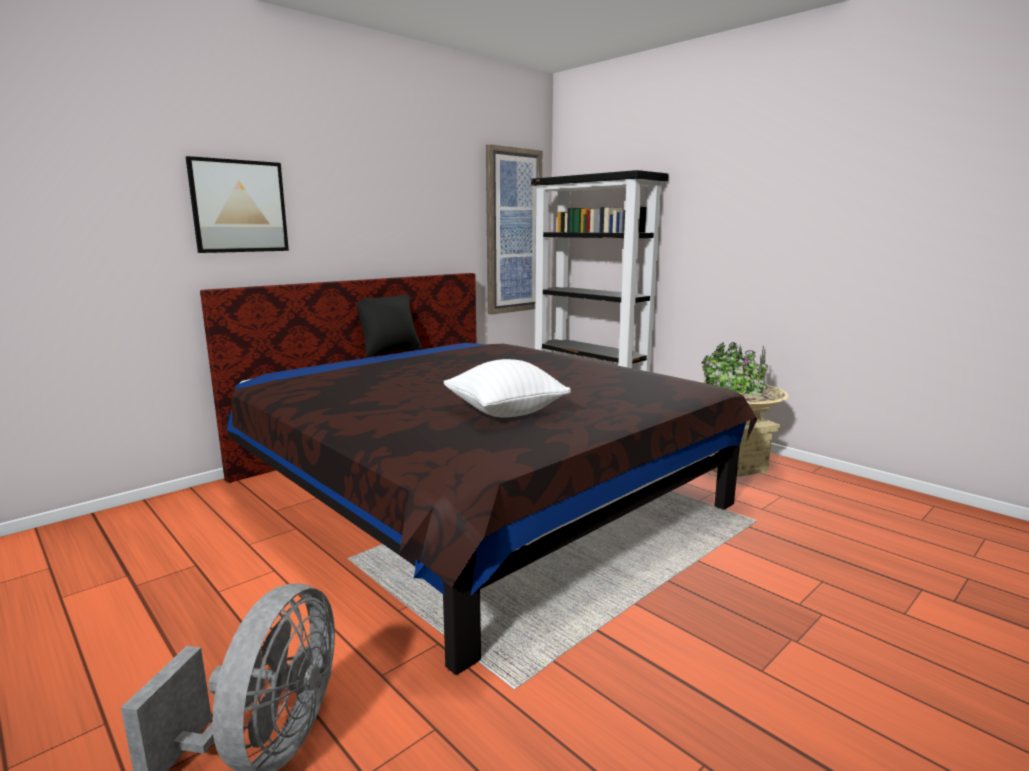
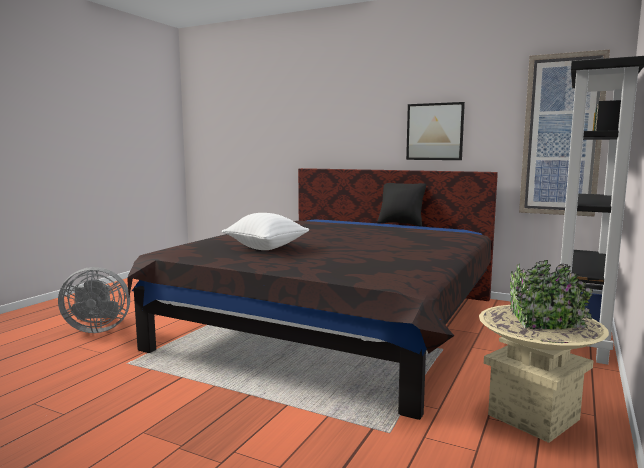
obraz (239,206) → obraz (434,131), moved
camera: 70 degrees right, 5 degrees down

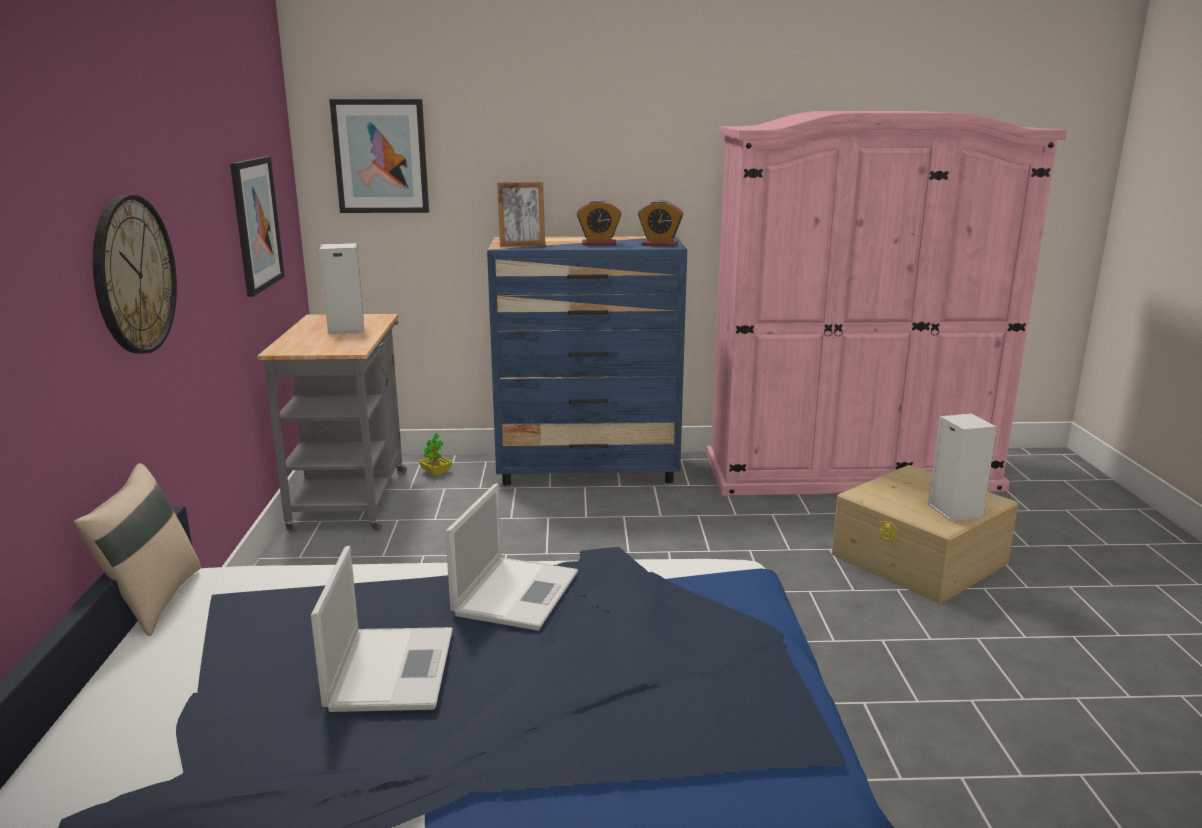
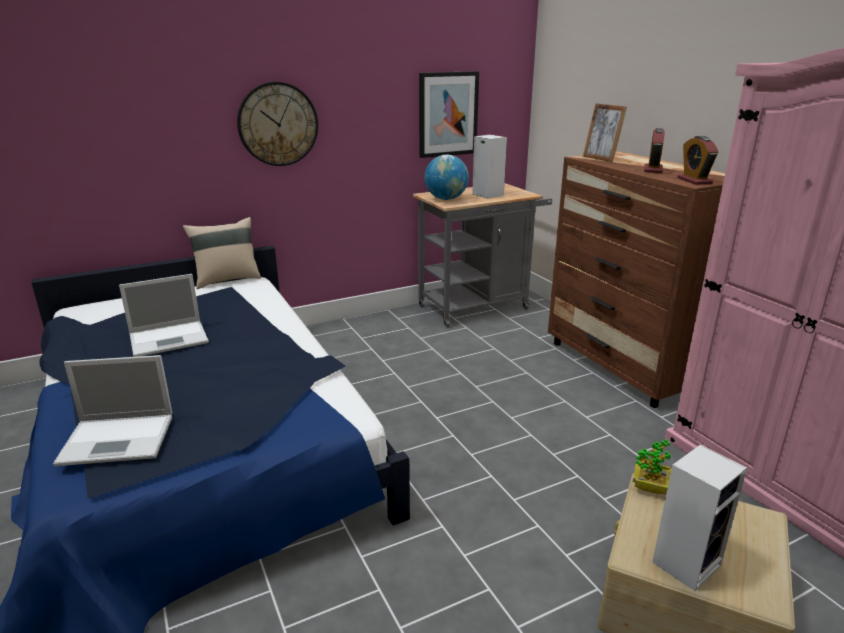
obraz (381,156) → -
budzik (599,244) → budzik (653,169), 45 degrees clockwise
komoda/niebieski (589,470) → komoda/brązowy (622,366)
roślina doniczkowa (436,472) → roślina doniczkowa (650,487), moved
laptop (517,592) → laptop (119,439), moved
- → globus (446,199)
camera: 65 degrees right, 5 degrees up

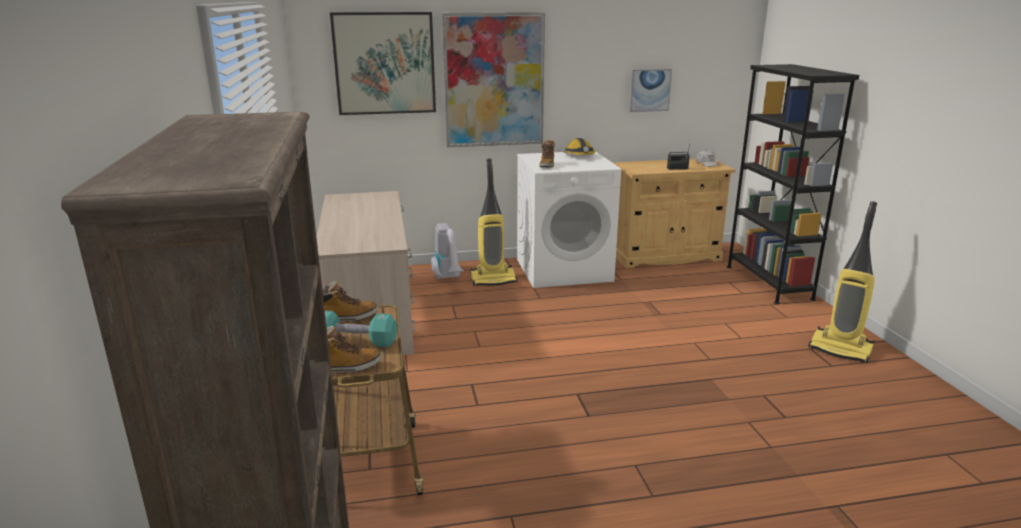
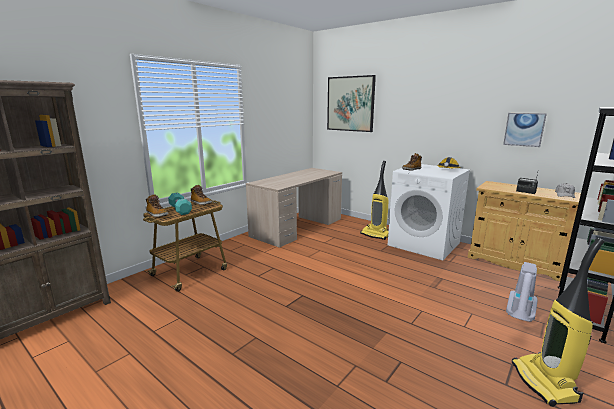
obraz (494,80) → -
odkurzacz (448,278) → odkurzacz (519,318), moved
camera: 50 degrees right, 5 degrees down

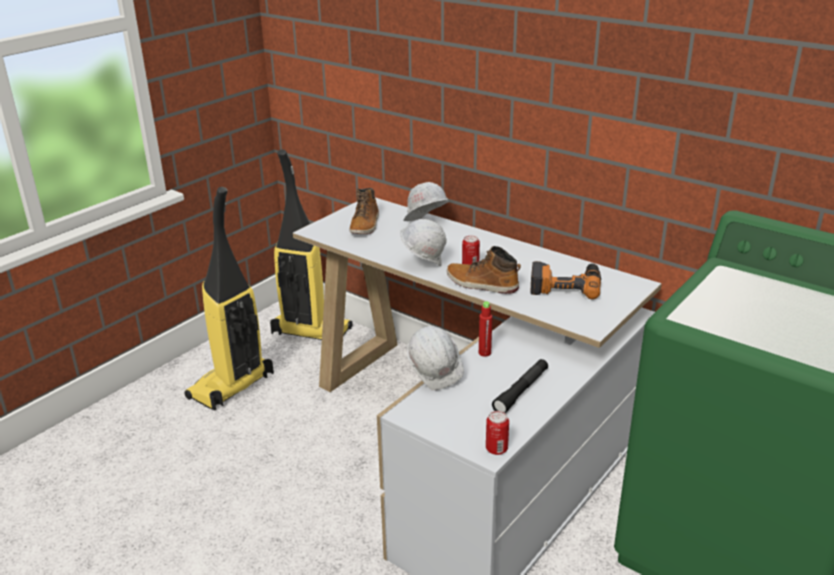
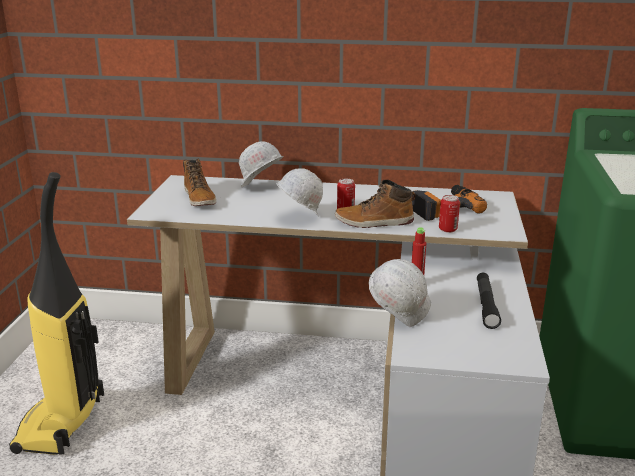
odkurzacz (310,332) → -
puszka (496,449) → puszka (448,229), moved
camera: 30 degrees left, 5 degrees down

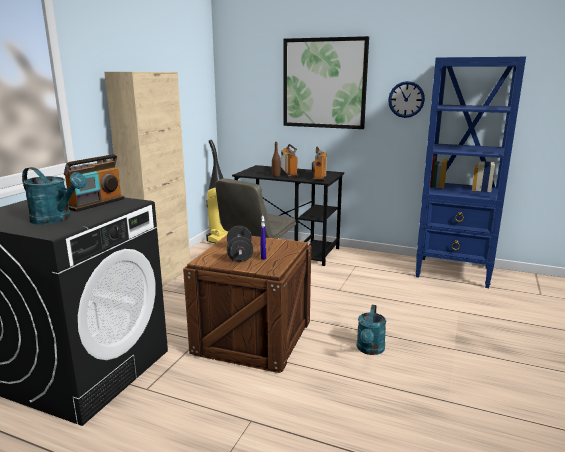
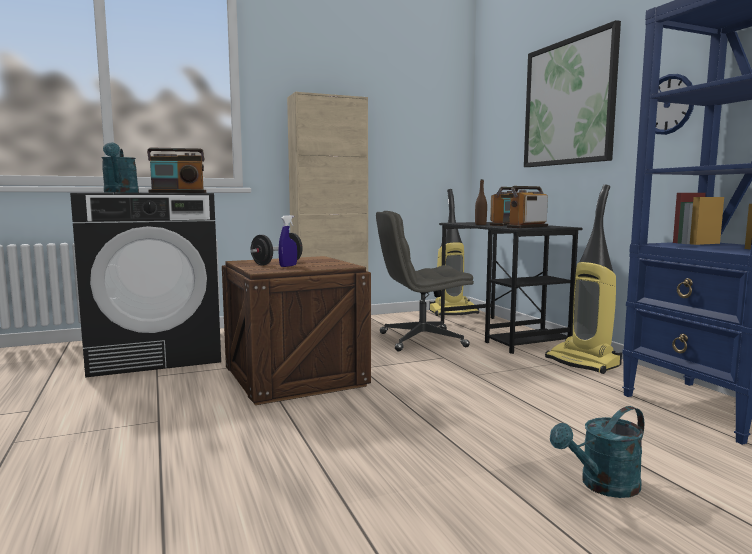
konewka/turkusowy (370,350) → konewka/turkusowy (602,486), moved
- → odkurzacz (584,362)
camera: 45 degrees right, 10 degrees down

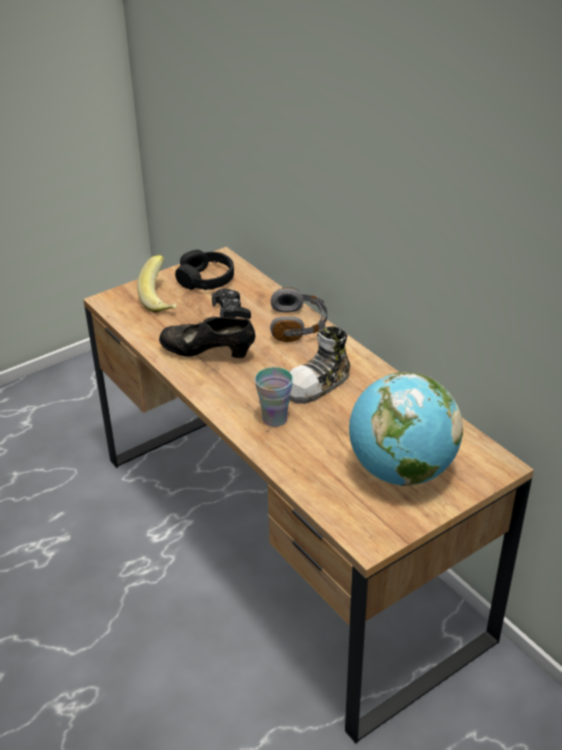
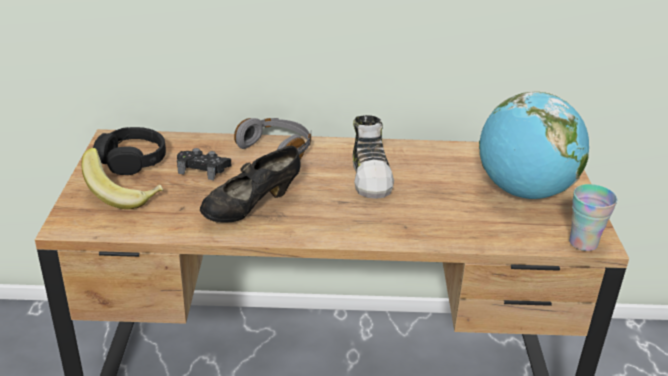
filiżanka (274,418) → filiżanka (583,243), moved
camera: 55 degrees left, 5 degrees down

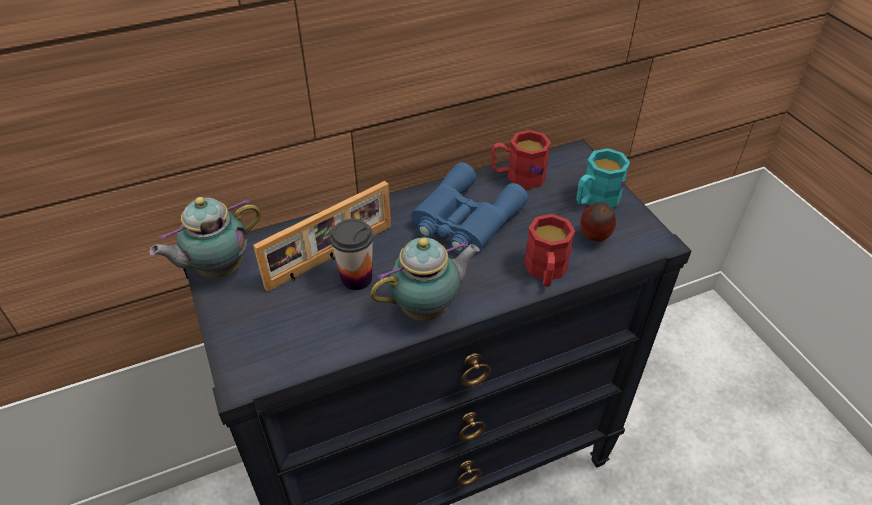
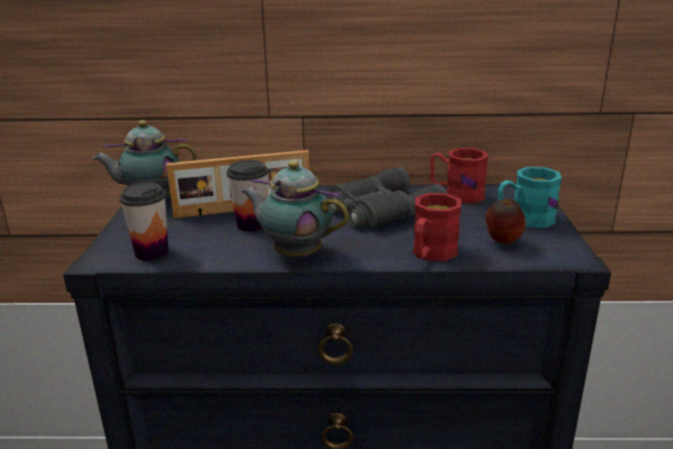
lornetka/niebieski (464,220) → lornetka/szary (380,210)
imbryk (428,308) → imbryk (295,254), 150 degrees counterclockwise
- → filiżanka (151,253)
camera: 25 degrees right, 20 degrees down

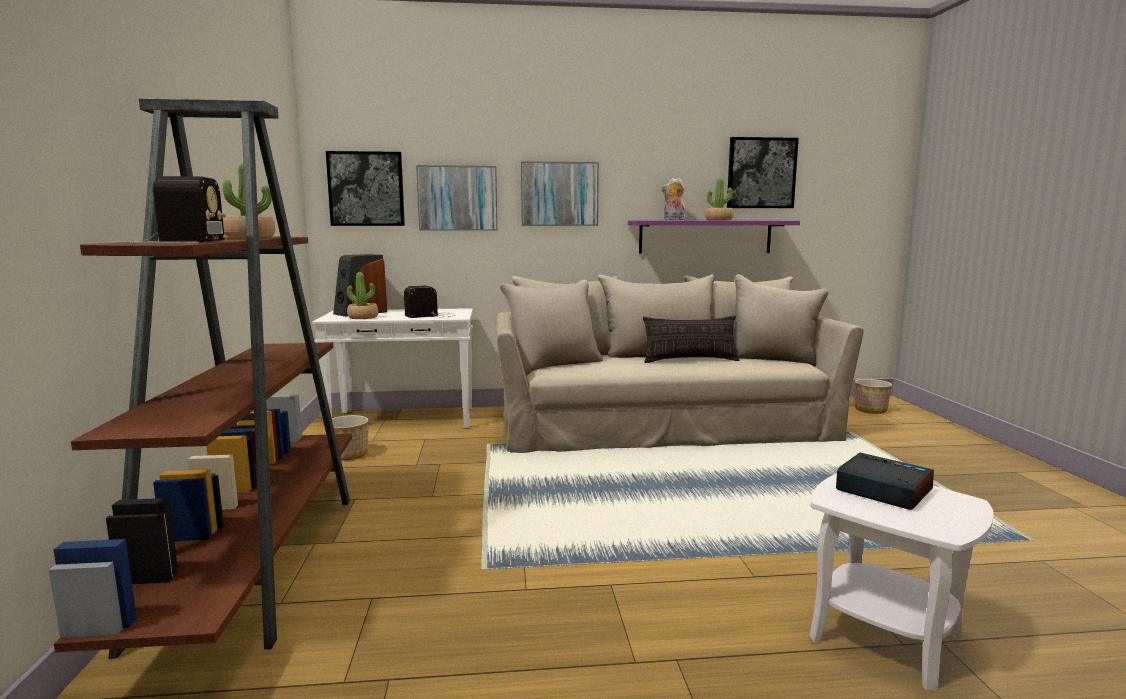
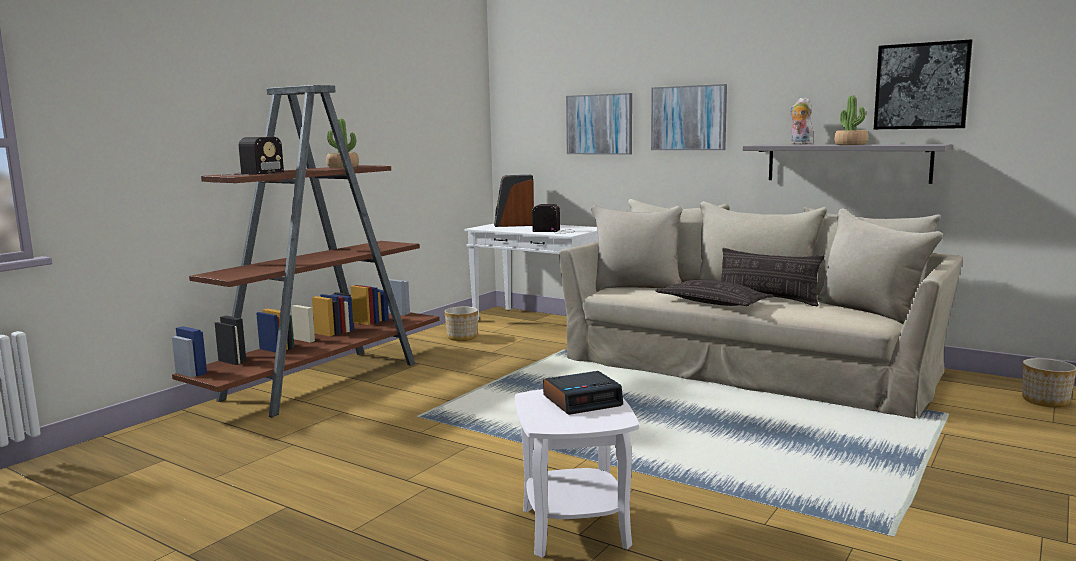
obraz (366,189) → -
półka/fioletowy (705,236) → półka/szary (847,163)
roślina doniczkowa (363,317) → -
budzik (882,490) → budzik (582,400), 75 degrees clockwise
- → poduszka (712,302)
camera: 40 degrees right, 0 degrees up

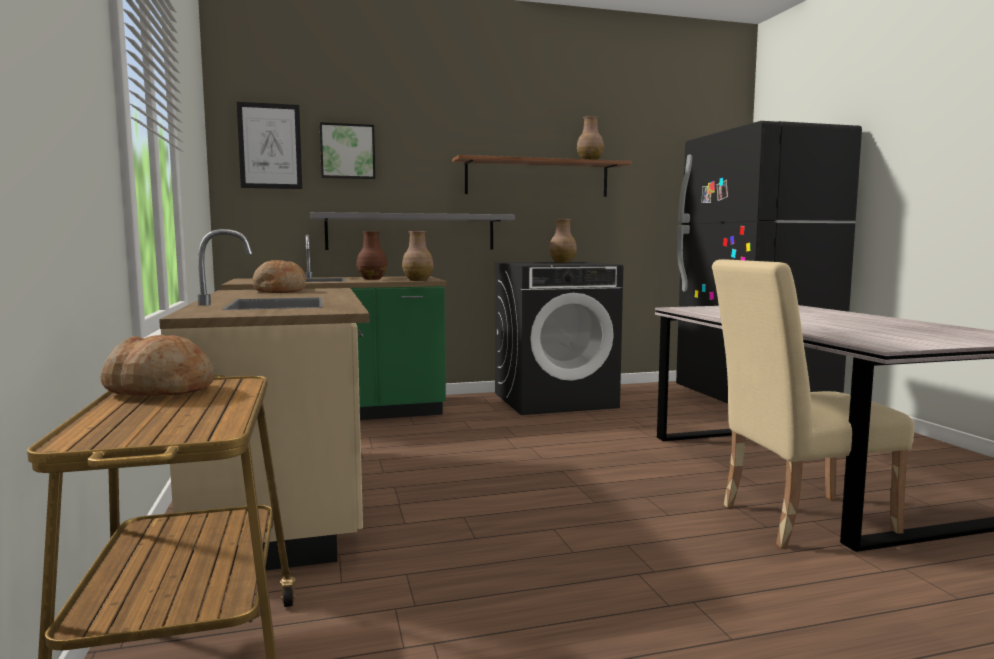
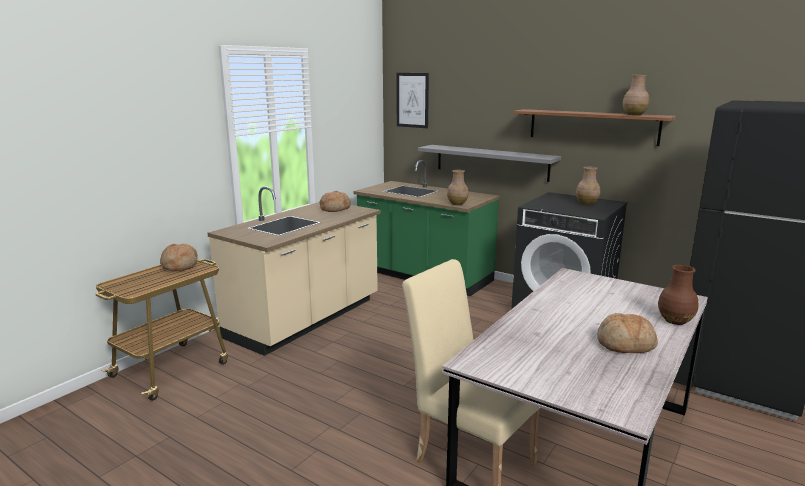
obraz (347,151) → -
wazon/brązowy (372,279) → wazon/brązowy (675,321), moved
- → chleb (625,344)
camera: 50 degrees right, 10 degrees up

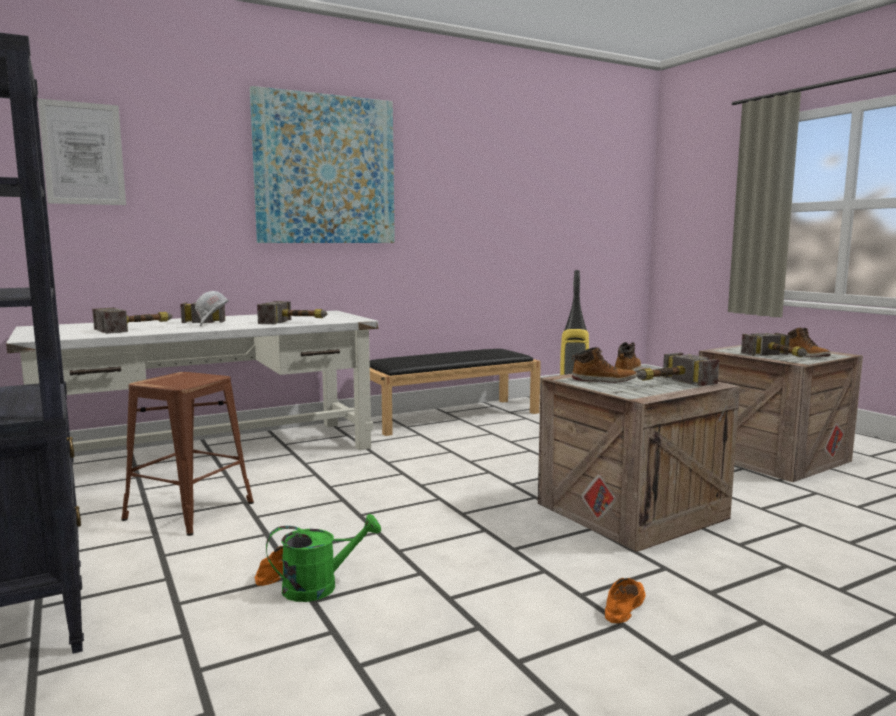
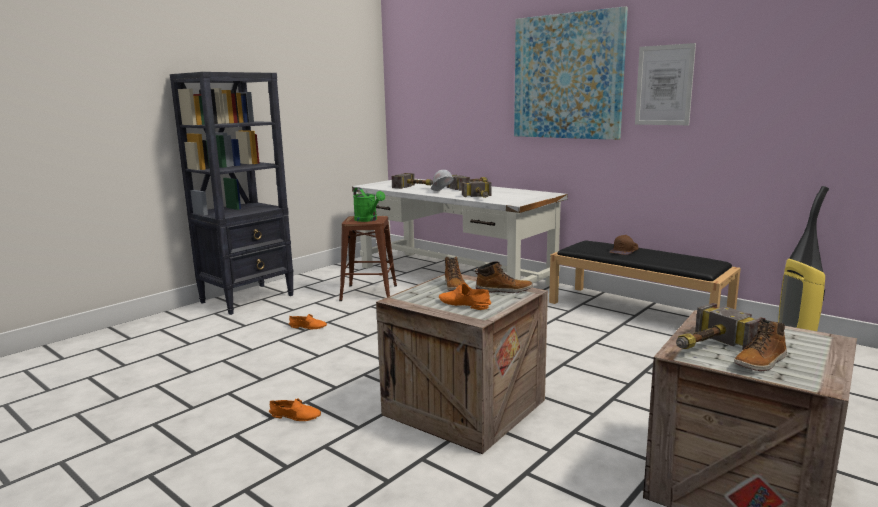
obraz (83,154) → obraz (664,85), moved
młotek (668,383) → but/pomarańczowy (463,304)
konewka/zielony (320,587) → konewka/zielony (368,220), moved
- → czapka z daszkiem/brązowy (624,251)
camera: 70 degrees right, 5 degrees up

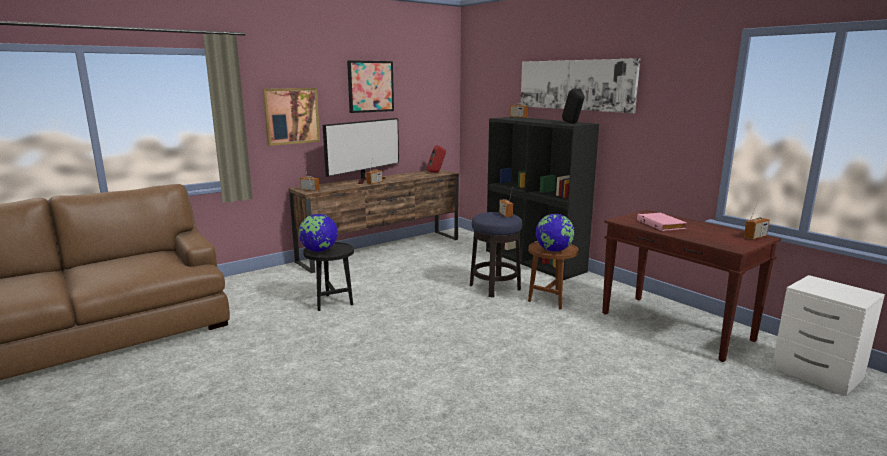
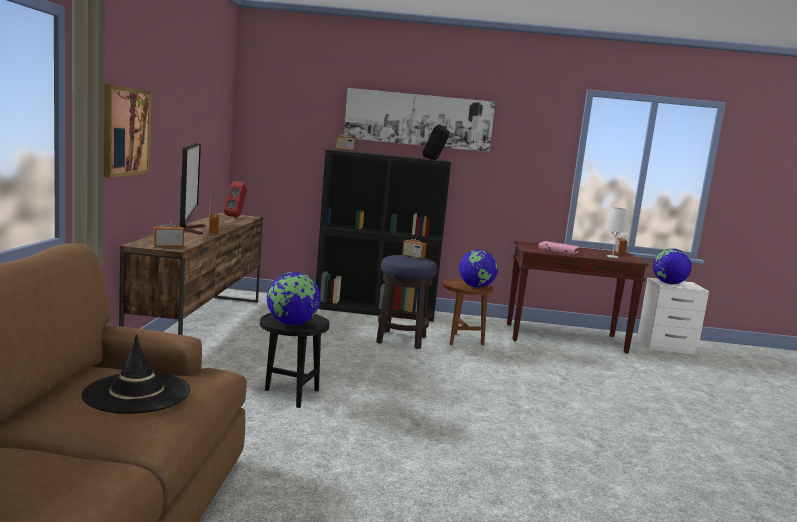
obraz (370,86) → -
- → lampa stołowa/biały (612,257)
- → globus (668,283)
- → kapelusz/czarny (137,393)
camera: 50 degrees left, 5 degrees down

